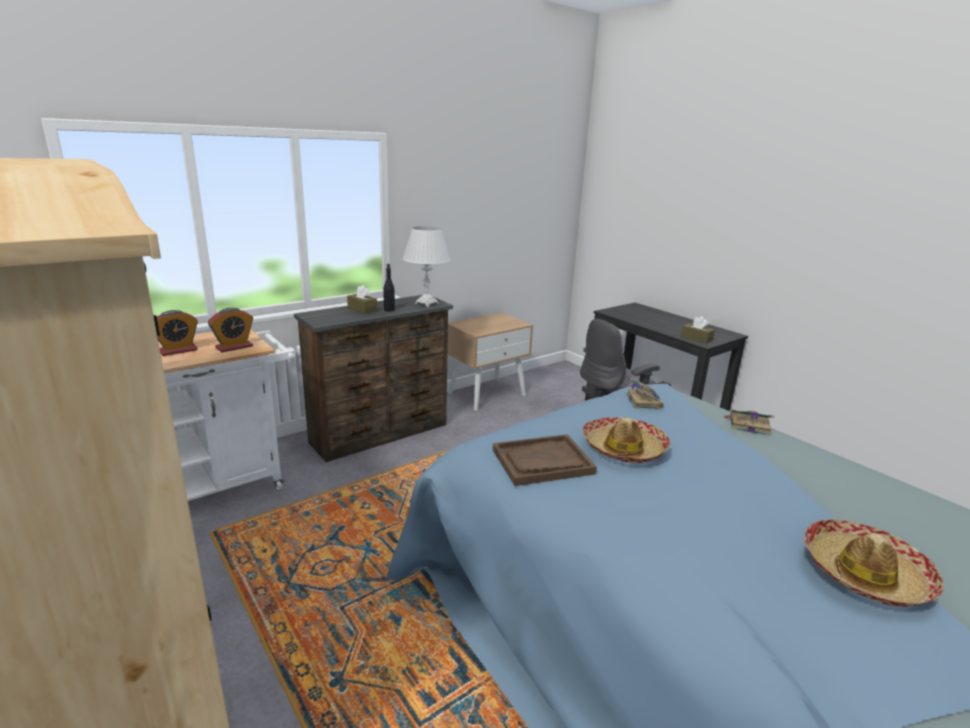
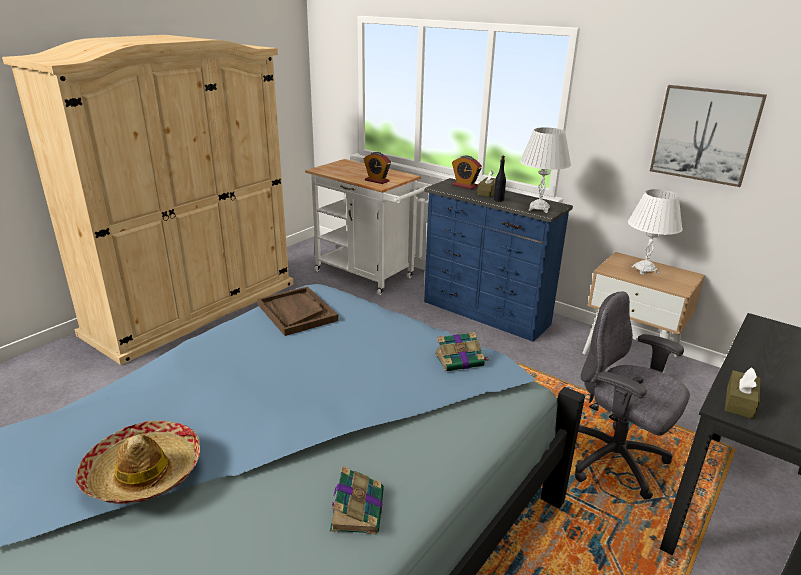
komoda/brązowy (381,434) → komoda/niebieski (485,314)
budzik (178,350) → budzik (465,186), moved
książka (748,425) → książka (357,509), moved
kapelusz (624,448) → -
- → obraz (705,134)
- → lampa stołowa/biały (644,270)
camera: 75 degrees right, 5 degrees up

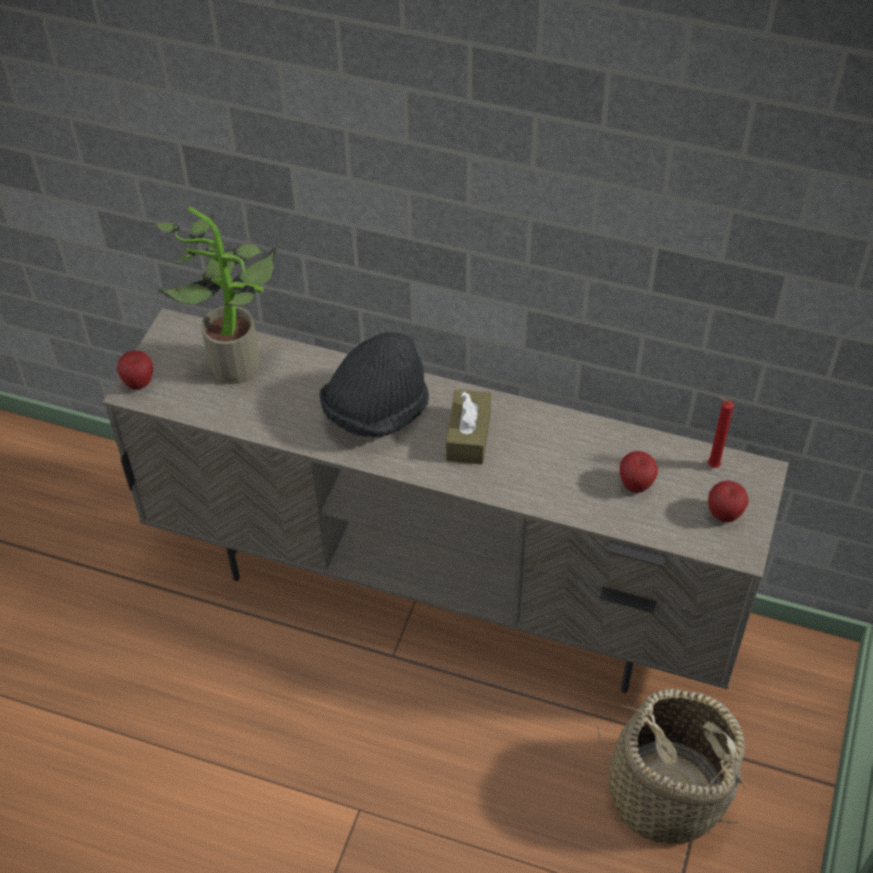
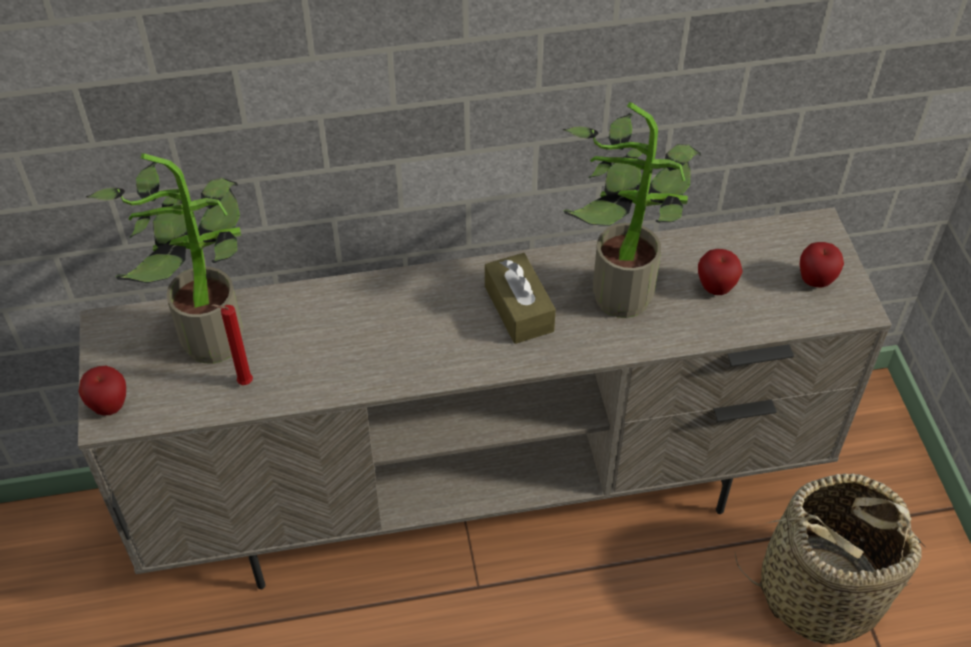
kapelusz/czarny (376,411) → -
świeca/czerwony (711,465) → świeca/czerwony (243,383), moved
- → roślina doniczkowa (623,289)
camera: 30 degrees left, 0 degrees up

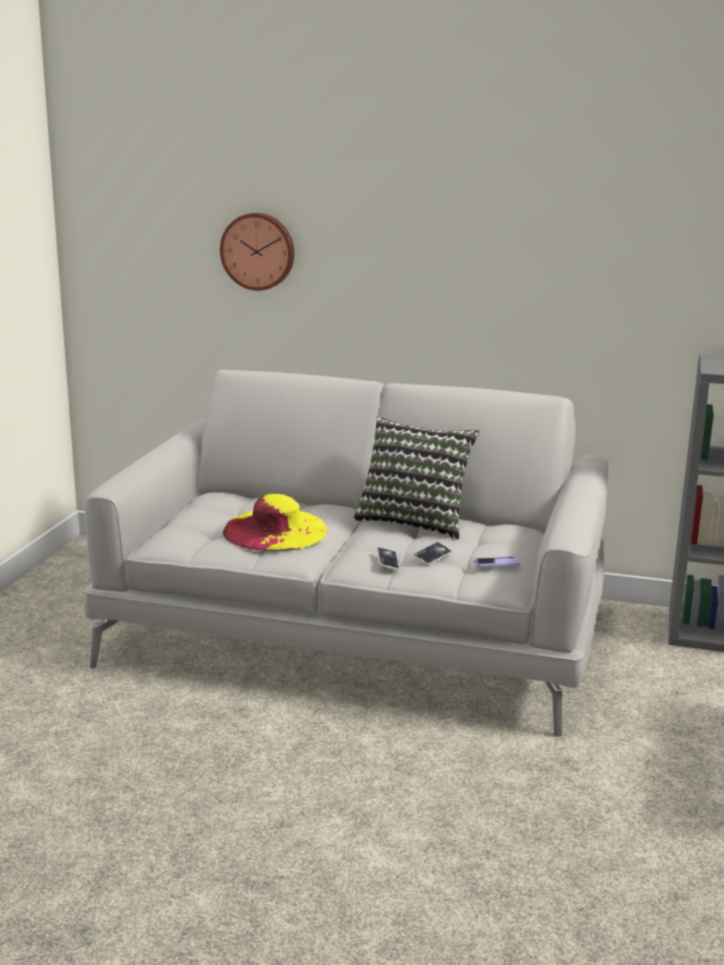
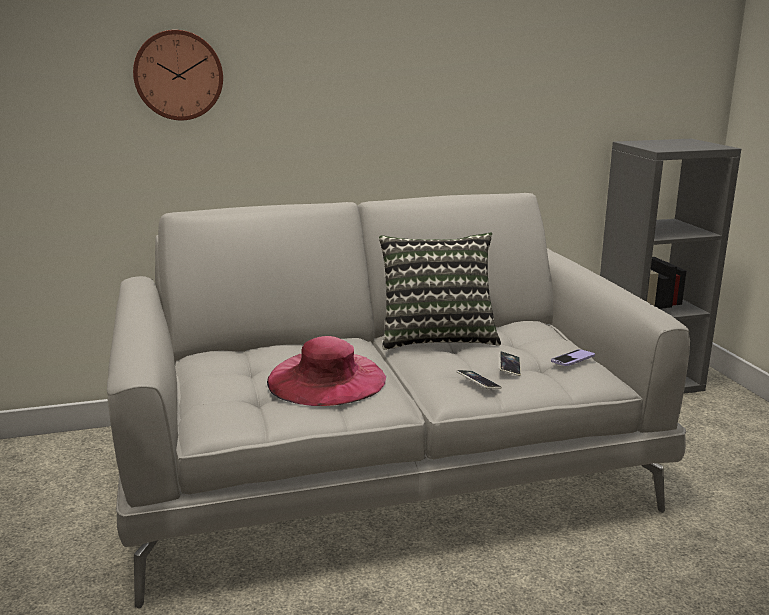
kapelusz/żółty (275,530) → kapelusz/różowy (326,378)
camera: 30 degrees left, 0 degrees up

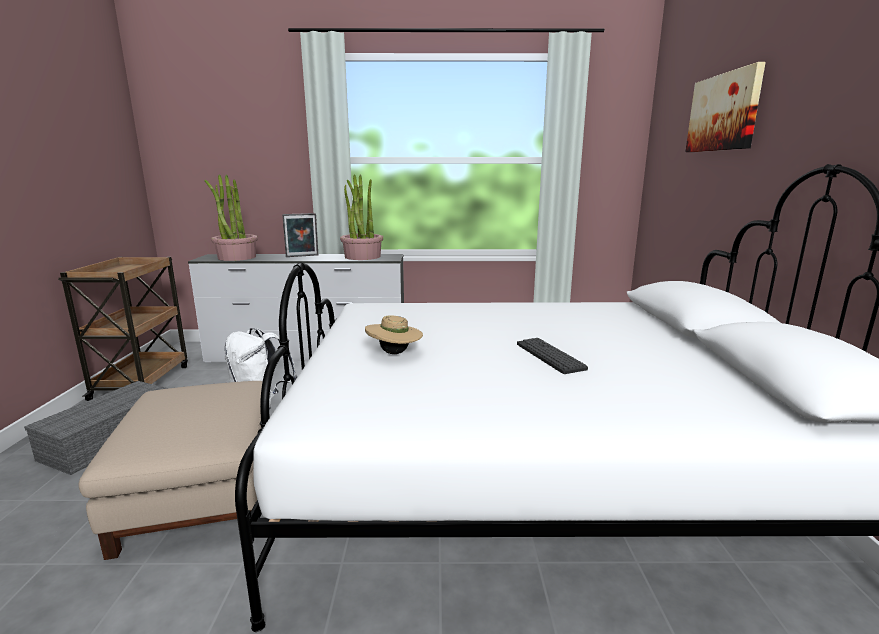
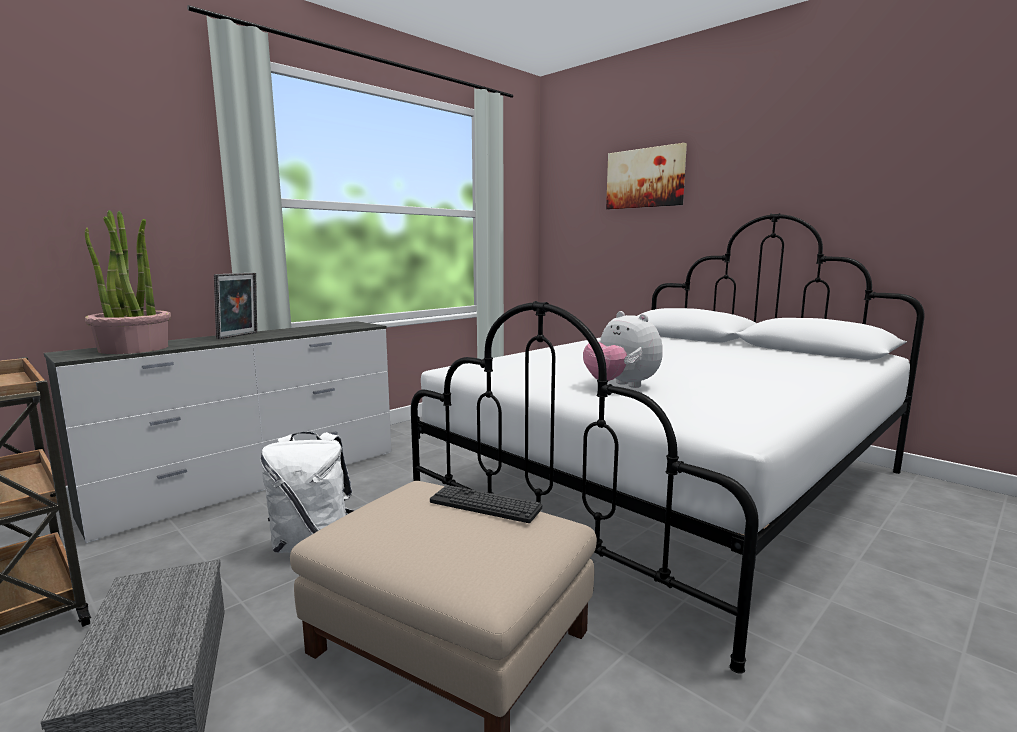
roślina doniczkowa (362,257) → -
kapelusz/beżowy (394,353) → pluszak (621,386)
klawiatura (549,356) → klawiatura (485,505), moved
camera: 45 degrees left, 5 degrees down

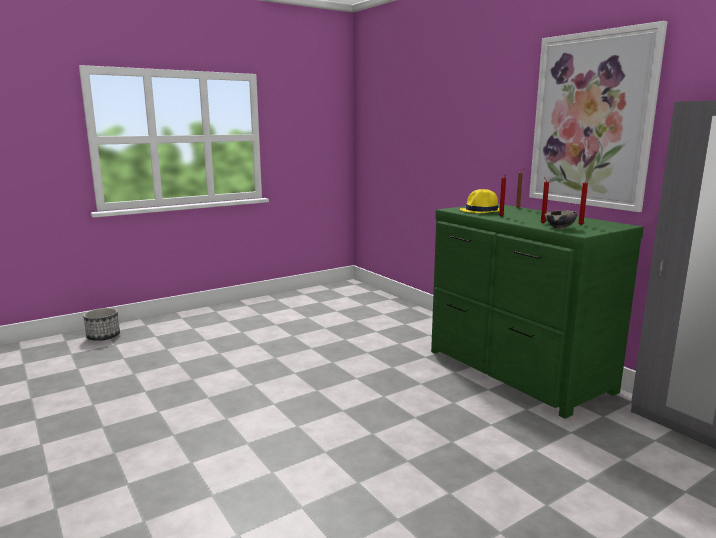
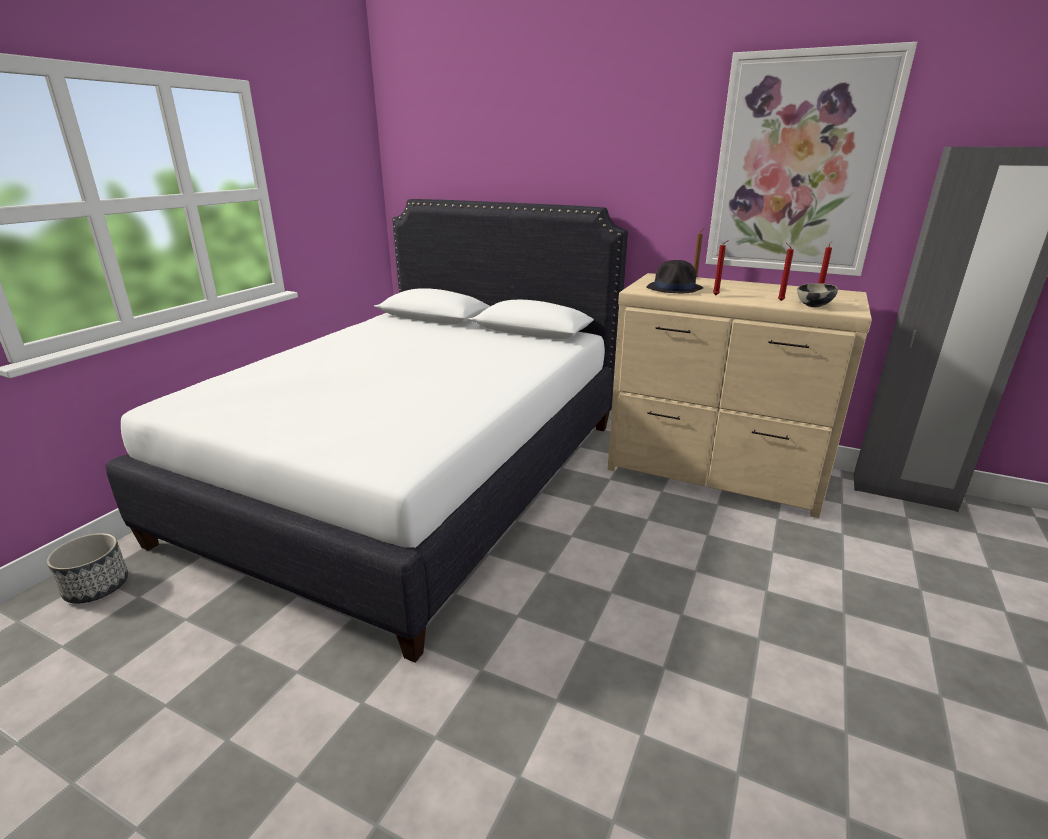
kapelusz/żółty (482,211) → kapelusz/czarny (674,288)
komoda/zielony (516,371) → komoda/beżowy (714,471)
- → łóżko/biały (415,476)
camera: 30 degrees left, 10 degrees up

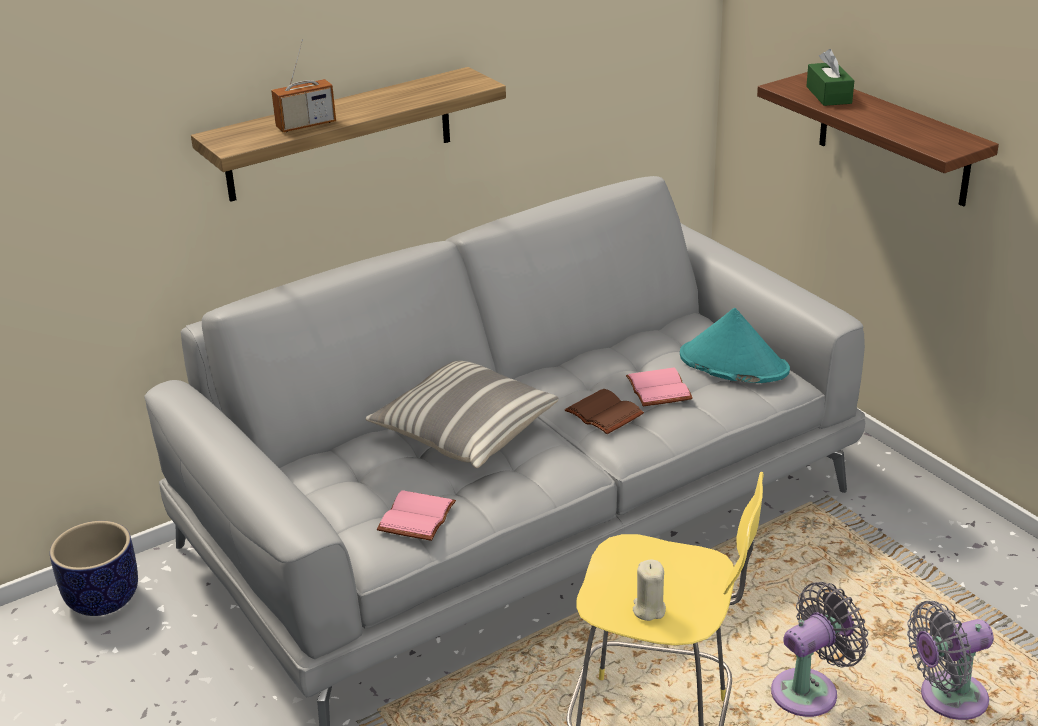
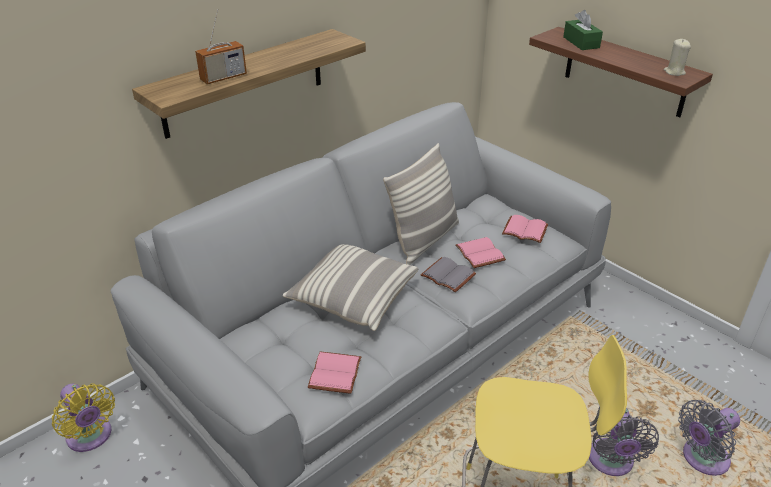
kapelusz/turkusowy (733,363) → książka/różowy (524,231)
książka/brązowy (601,414) → książka/szary (446,276)
donica (103,598) → wentylator/żółty (91,437)
świeca/beżowy (648,609) → świeca/beżowy (674,72), moved
wentylator/szary (810,690) → wentylator/szary (611,462), 135 degrees clockwise
- → poduszka (424,240)
camera: 10 degrees left, 5 degrees up

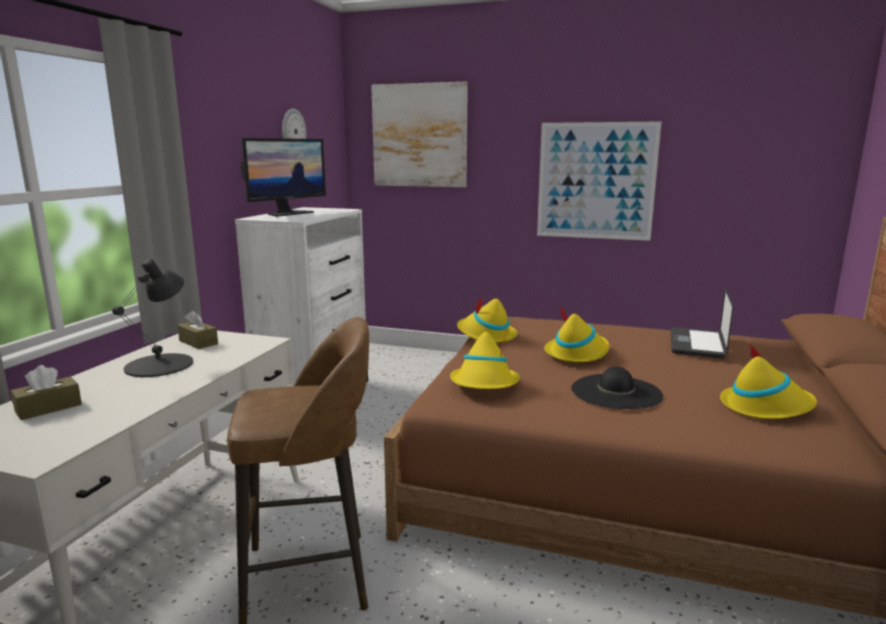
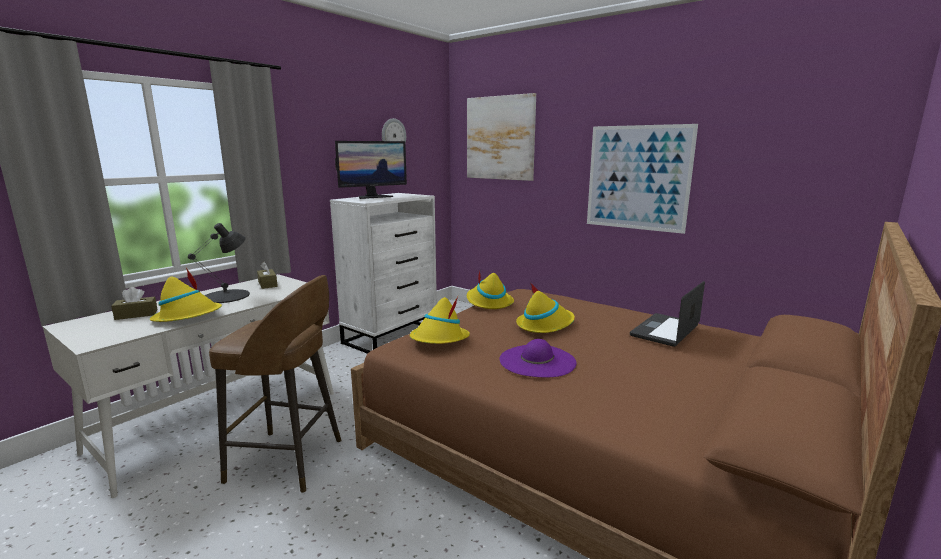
kapelusz/żółty (765,407) → kapelusz/żółty (188,317), moved
kapelusz/czarny (616,392) → kapelusz/fioletowy (537,361)
camera: 20 degrees right, 0 degrees up

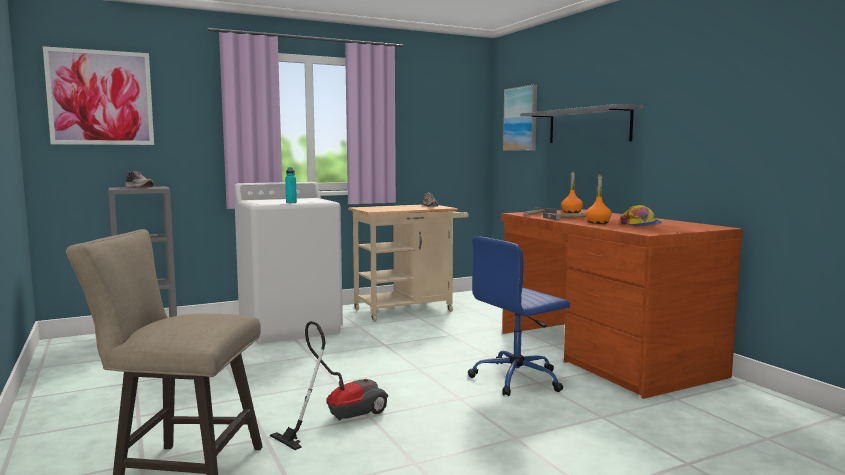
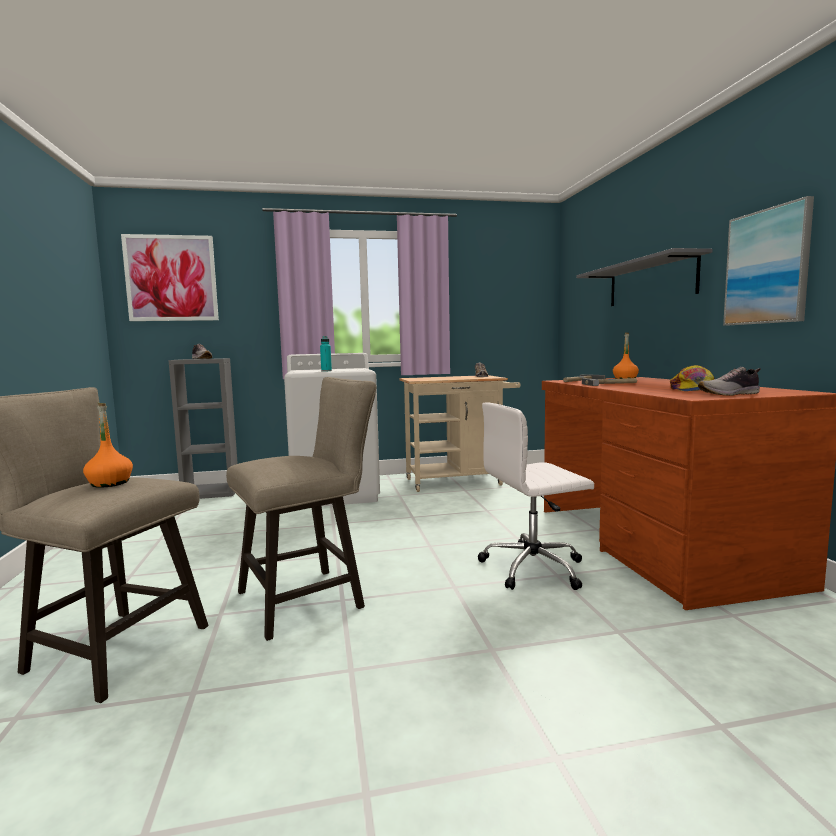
obraz (521,119) → obraz (767,267), moved
butelka/pomarańczowy (598,222) → butelka/pomarańczowy (110,483), moved
krzesło biurowe/niebieski (518,379) → krzesło biurowe/biały (534,568)
odkurzacz (338,418) → stołek/beżowy (309,598)
- → but (730,394)
camera: 15 degrees right, 0 degrees up

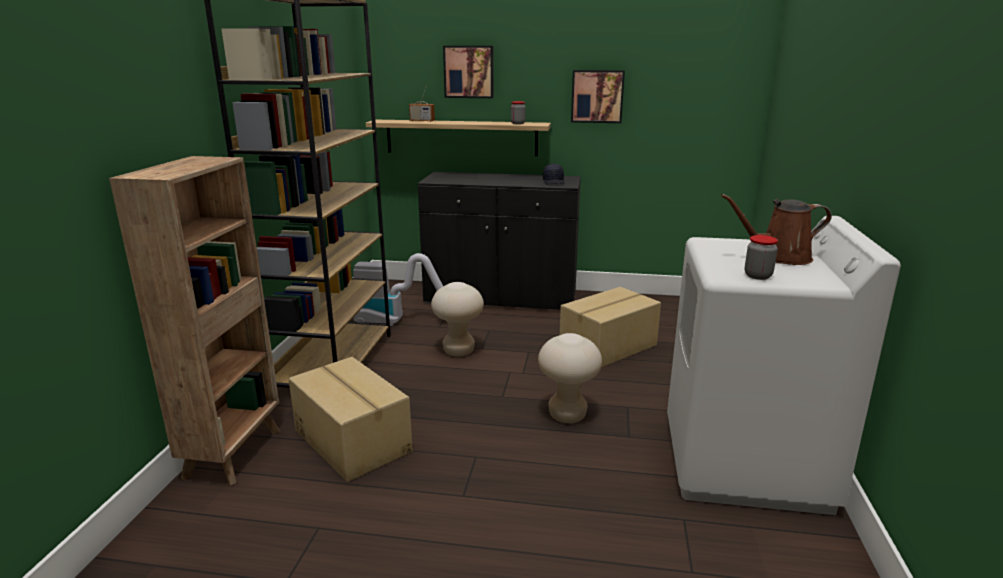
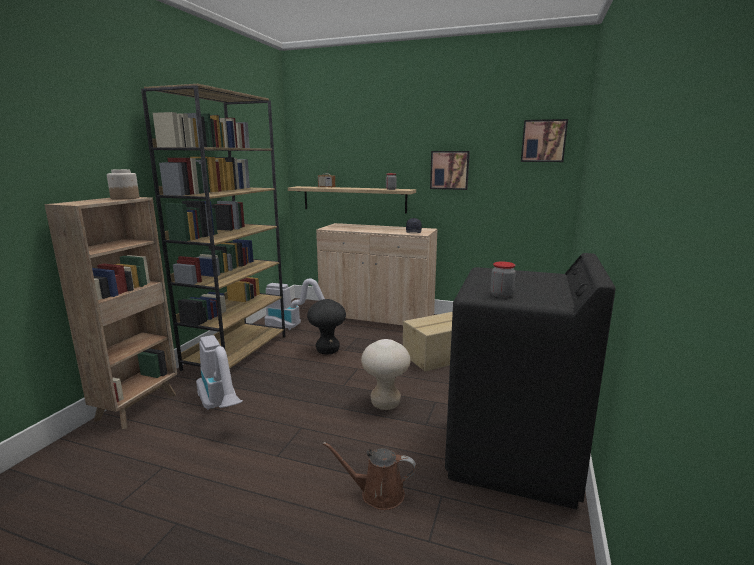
obraz (469,72) → obraz (543,141), moved
szafka/czarny (501,297) → szafka/beżowy (377,316)
konewka/brązowy (778,257) → konewka/brązowy (378,494), moved
pralka/biały (745,463) → pralka/czarny (513,456)
stołek/beżowy (458,351) → stołek/czarny (327,350)
karton (353,440) → odkurzacz (221,406)
- → słoik (124,198)
camera: 10 degrees right, 5 degrees down

